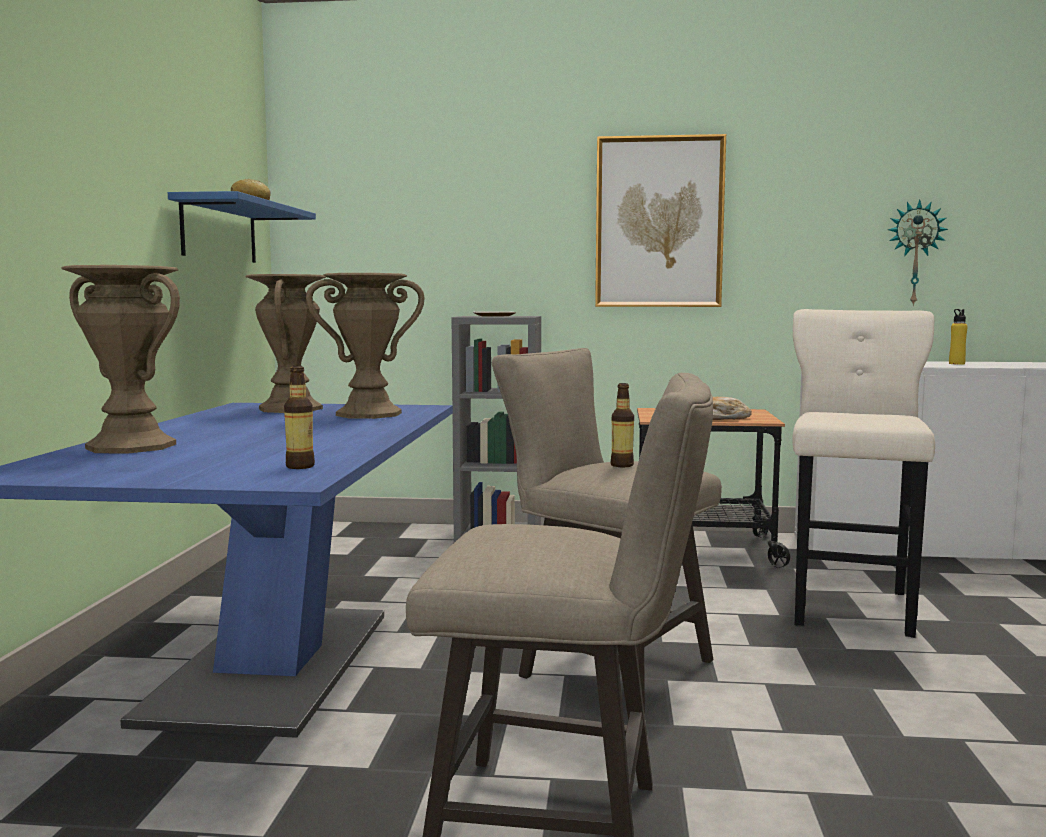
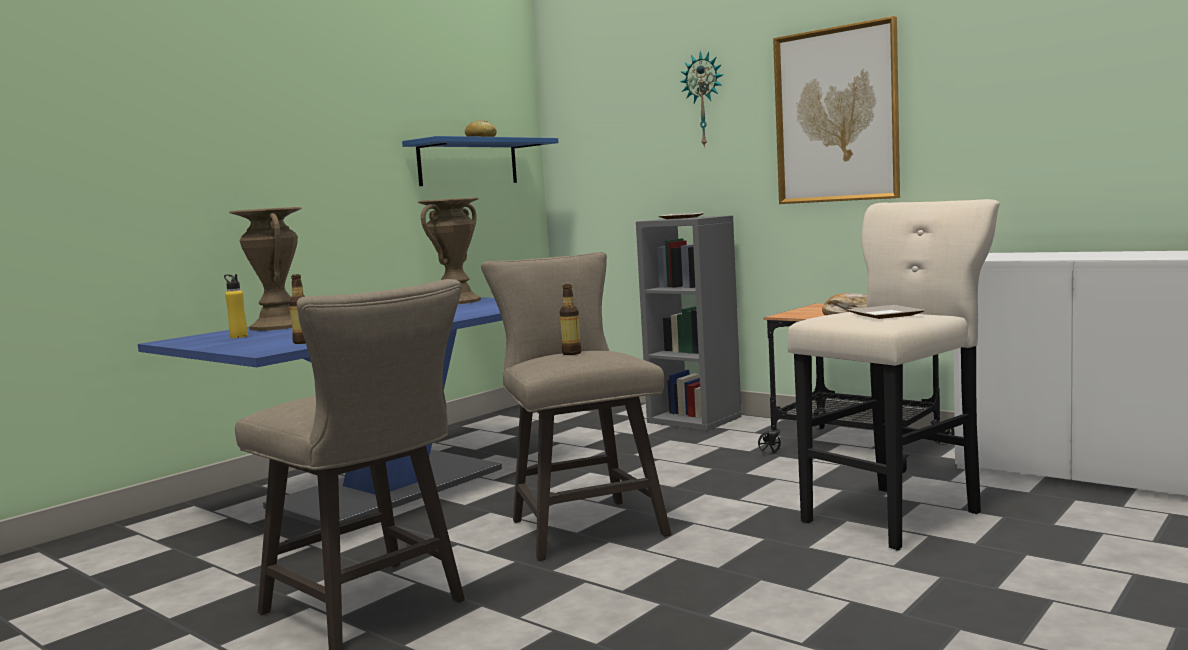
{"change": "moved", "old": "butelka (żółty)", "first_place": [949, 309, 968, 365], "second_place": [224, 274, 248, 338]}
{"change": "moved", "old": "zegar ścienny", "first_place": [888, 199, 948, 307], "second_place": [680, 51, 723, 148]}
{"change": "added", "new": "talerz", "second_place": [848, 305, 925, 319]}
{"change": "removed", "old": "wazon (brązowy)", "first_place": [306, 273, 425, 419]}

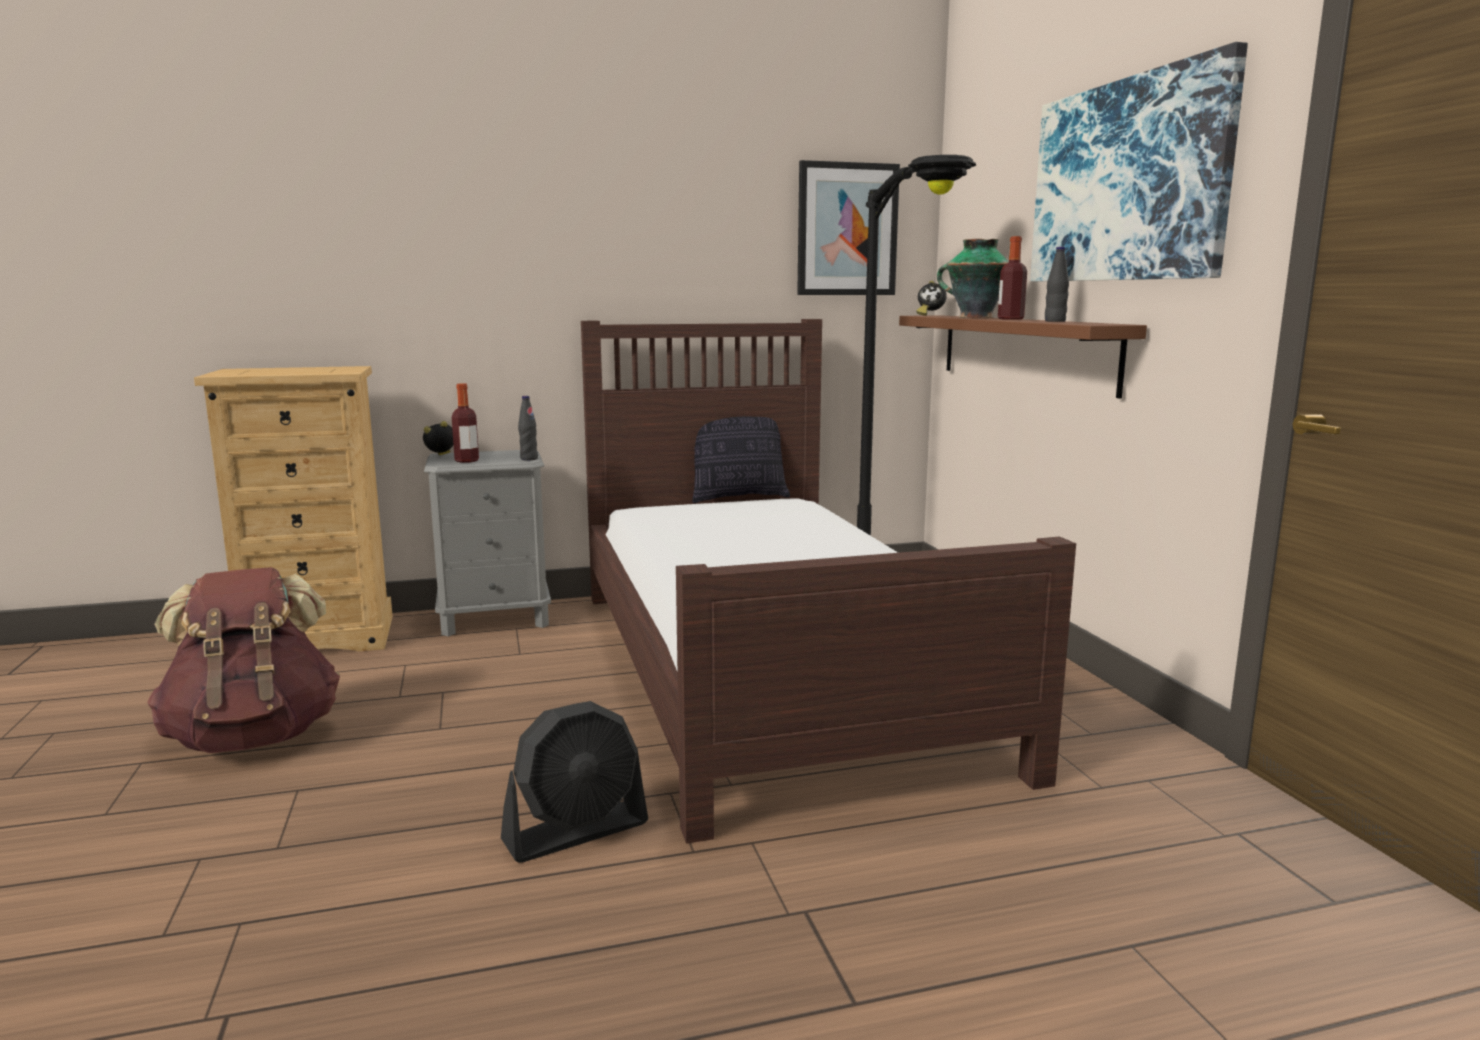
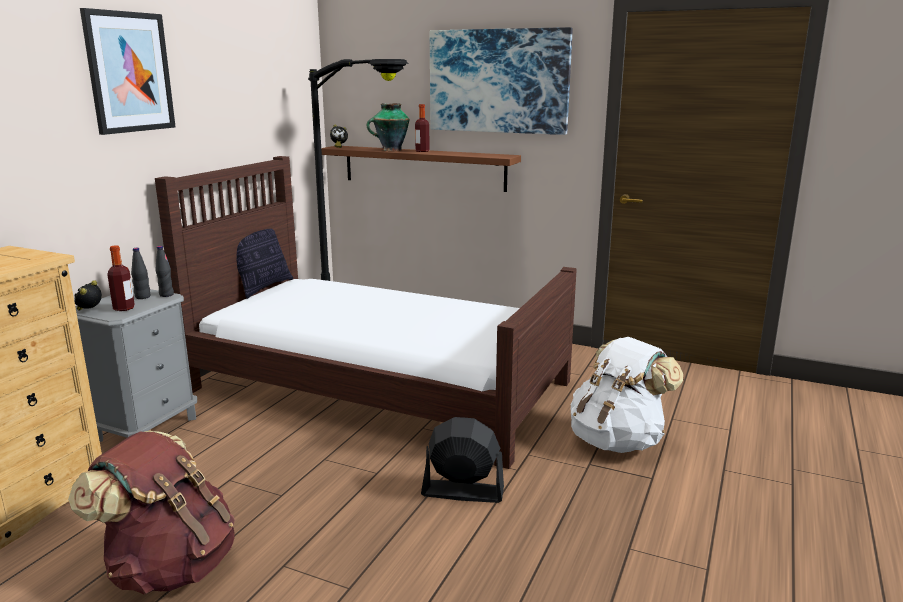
{"change": "moved", "old": "obraz", "first_place": [797, 160, 900, 295], "second_place": [80, 8, 176, 135]}
{"change": "moved", "old": "butelka (czarny)", "first_place": [1045, 247, 1069, 322], "second_place": [131, 248, 151, 299]}
{"change": "turned", "old": "wentylator (czarny)", "first_place": [501, 701, 648, 863], "second_place": [421, 417, 504, 503], "degrees": -90}
{"change": "added", "new": "plecak (biały)", "second_place": [571, 337, 683, 453]}

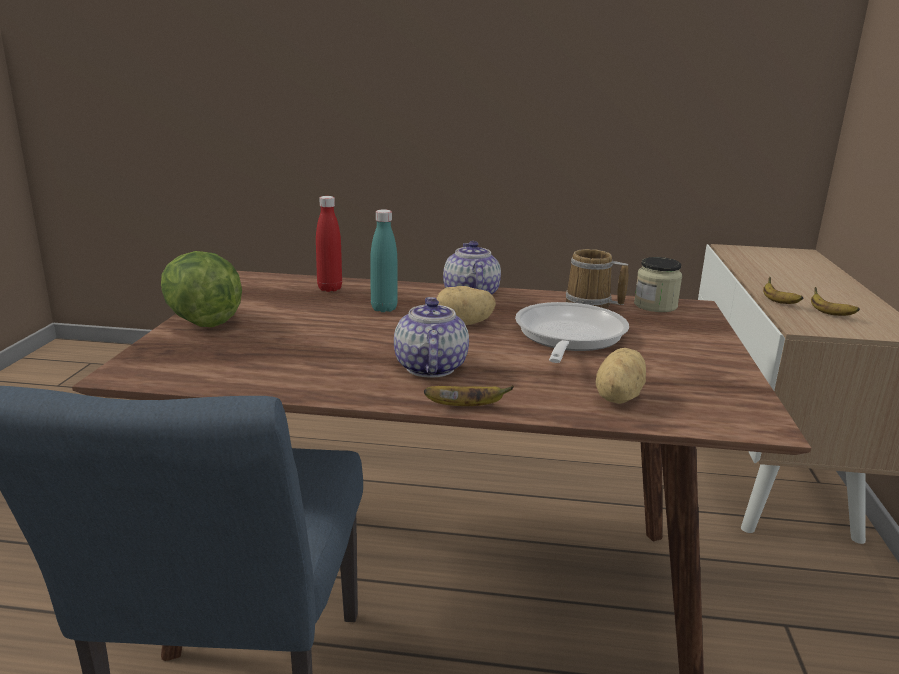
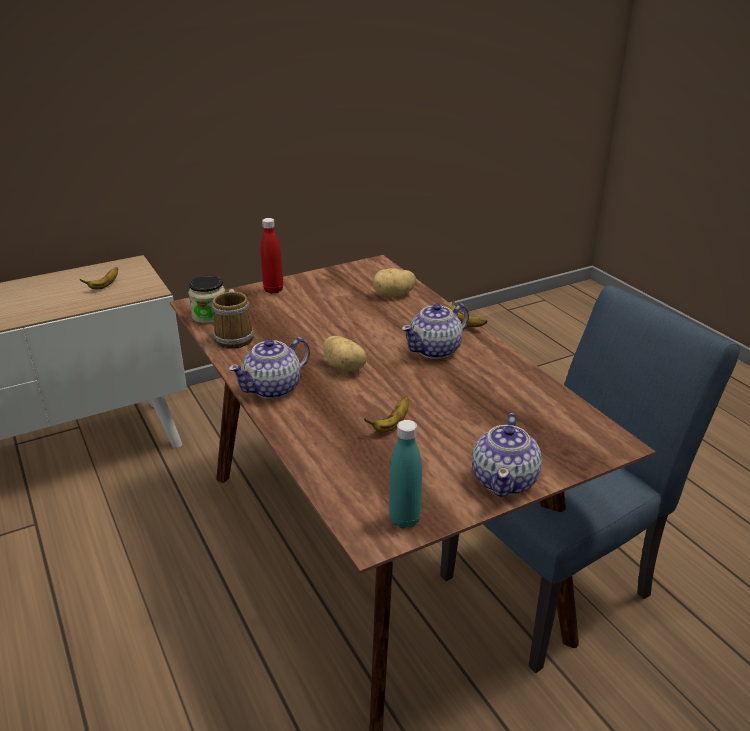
{"change": "moved", "old": "butelka (czerwony)", "first_place": [316, 196, 342, 292], "second_place": [261, 218, 283, 294]}
{"change": "moved", "old": "banan", "first_place": [763, 277, 803, 304], "second_place": [364, 396, 409, 432]}
{"change": "moved", "old": "butelka (turkusowy)", "first_place": [370, 209, 398, 312], "second_place": [389, 420, 422, 529]}
{"change": "replaced", "old": "sałata", "new": "imbryk", "first_place": [161, 251, 242, 327], "second_place": [472, 413, 542, 497]}
{"change": "removed", "old": "patelnia", "first_place": [515, 302, 629, 363]}

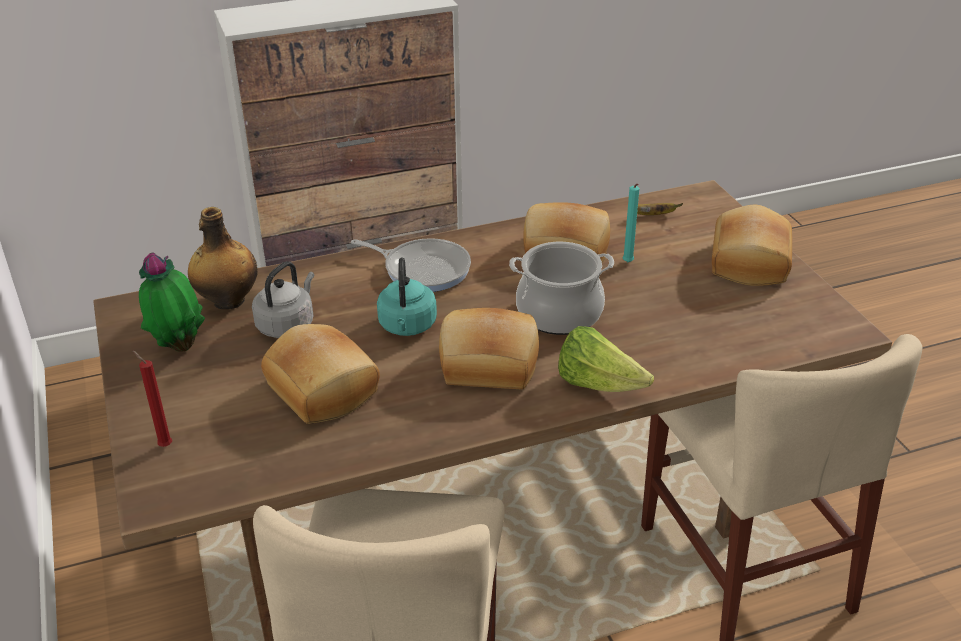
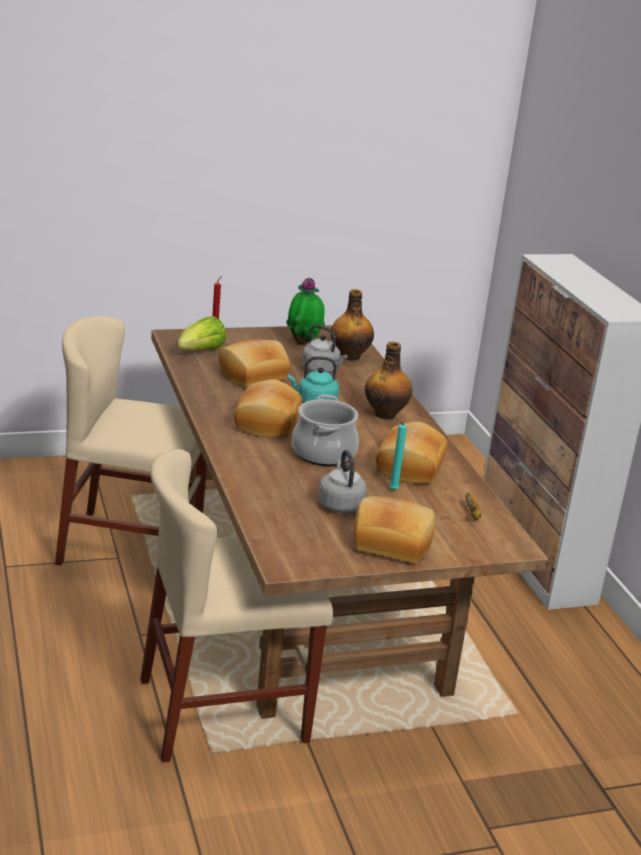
{"change": "moved", "old": "sałata", "first_place": [558, 326, 654, 392], "second_place": [178, 316, 226, 350]}
{"change": "added", "new": "czajnik (szary)", "second_place": [318, 450, 367, 513]}
{"change": "replaced", "old": "patelnia", "new": "butelka", "first_place": [351, 238, 471, 292], "second_place": [365, 341, 412, 420]}

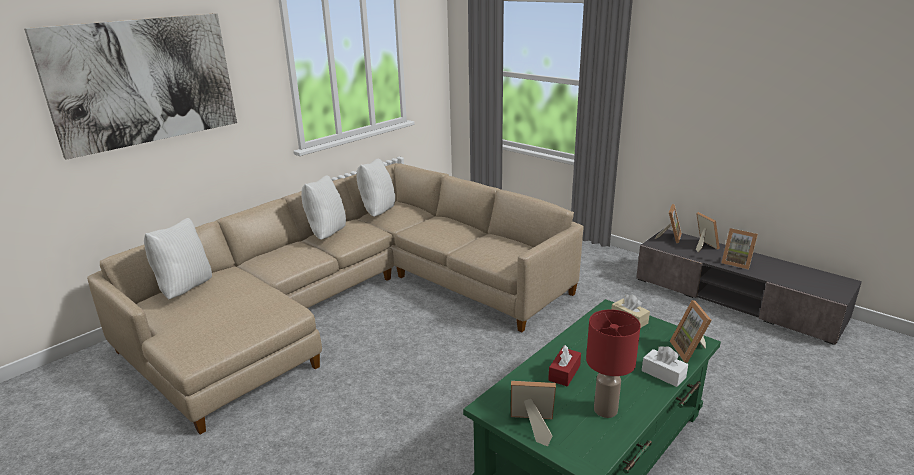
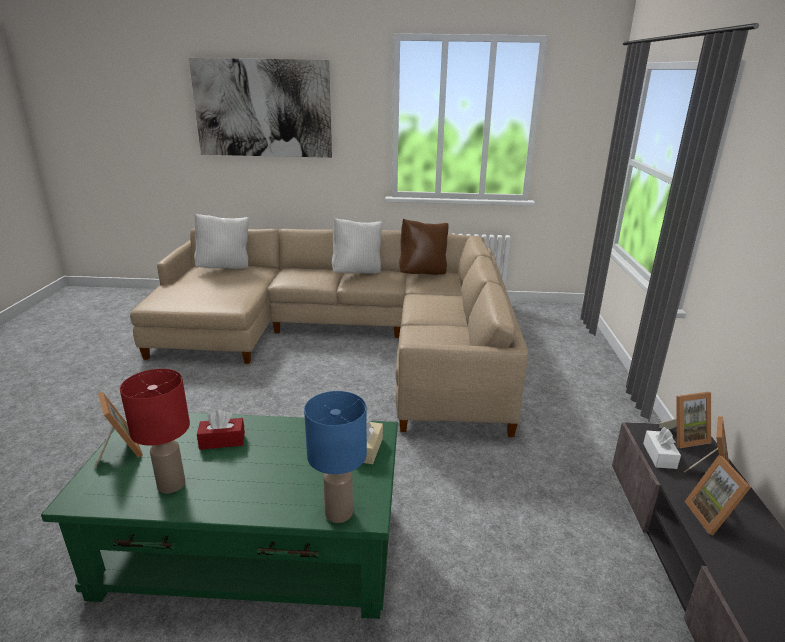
{"change": "replaced", "old": "ramka na zdjęcie", "new": "lampa stołowa (niebieski)", "first_place": [670, 300, 712, 363], "second_place": [304, 391, 367, 523]}
{"change": "recoloured", "old": "poduszka (biały)", "new": "poduszka (brązowy)", "first_place": [357, 159, 395, 217], "second_place": [399, 219, 449, 275]}
{"change": "moved", "old": "pudełko chusteczek (biały)", "first_place": [642, 346, 688, 387], "second_place": [643, 427, 681, 469]}

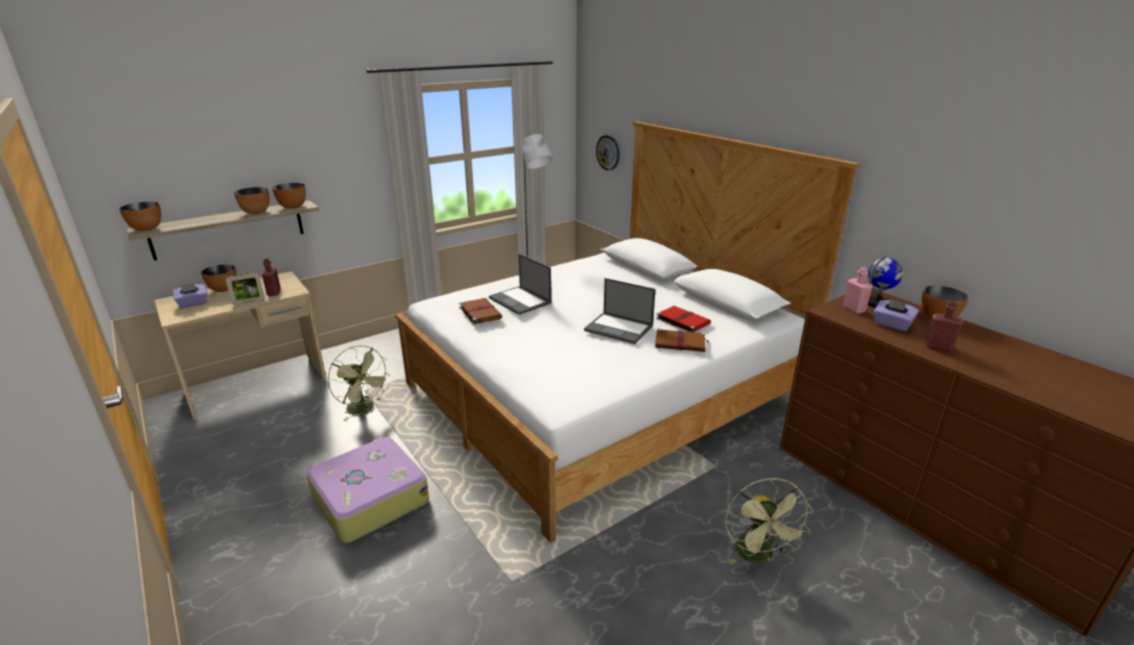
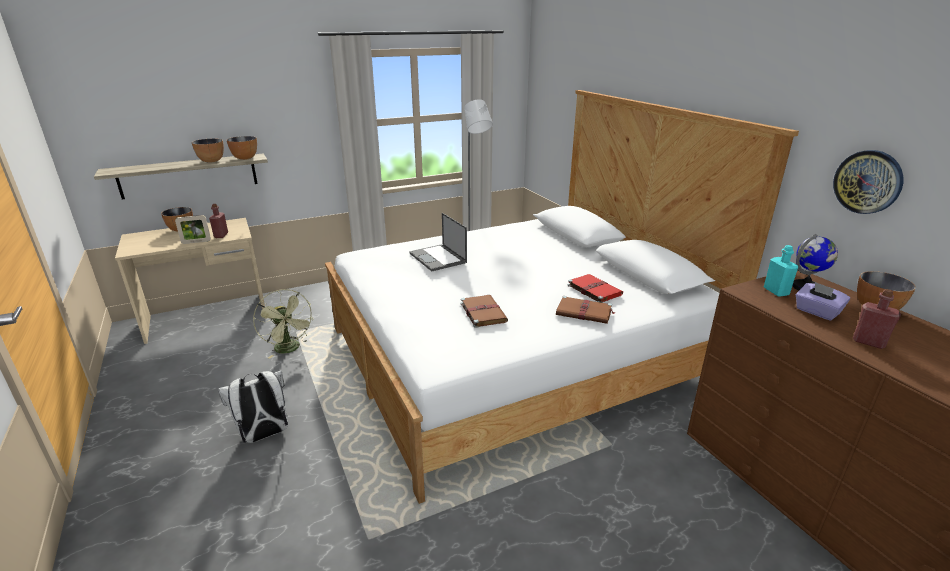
{"change": "replaced", "old": "walizka", "new": "plecak (biały)", "first_place": [306, 437, 429, 543], "second_place": [218, 370, 288, 443]}
{"change": "moved", "old": "książka (brązowy)", "first_place": [459, 298, 502, 325], "second_place": [460, 295, 508, 328]}
{"change": "recoloured", "old": "butelka (różowy)", "new": "butelka (turkusowy)", "first_place": [843, 267, 873, 314], "second_place": [764, 245, 798, 297]}
{"change": "moved", "old": "zegar ścienny", "first_place": [596, 135, 620, 170], "second_place": [833, 150, 903, 214]}
{"change": "removed", "old": "miska", "first_place": [119, 202, 161, 231]}
{"change": "removed", "old": "pudełko chusteczek (fioletowy)", "first_place": [172, 284, 207, 308]}
{"change": "removed", "old": "laptop", "first_place": [584, 278, 656, 344]}
{"change": "removed", "old": "wentylator (zielony)", "first_place": [725, 478, 814, 565]}

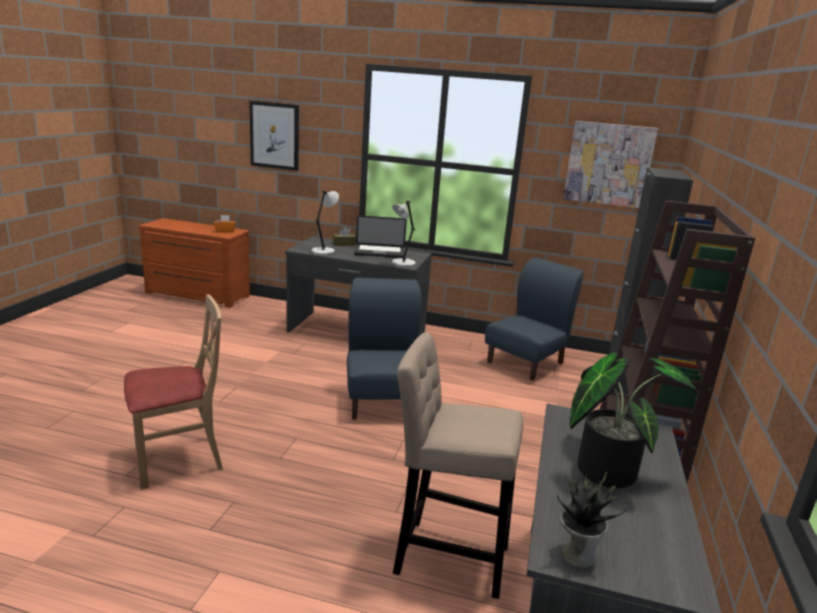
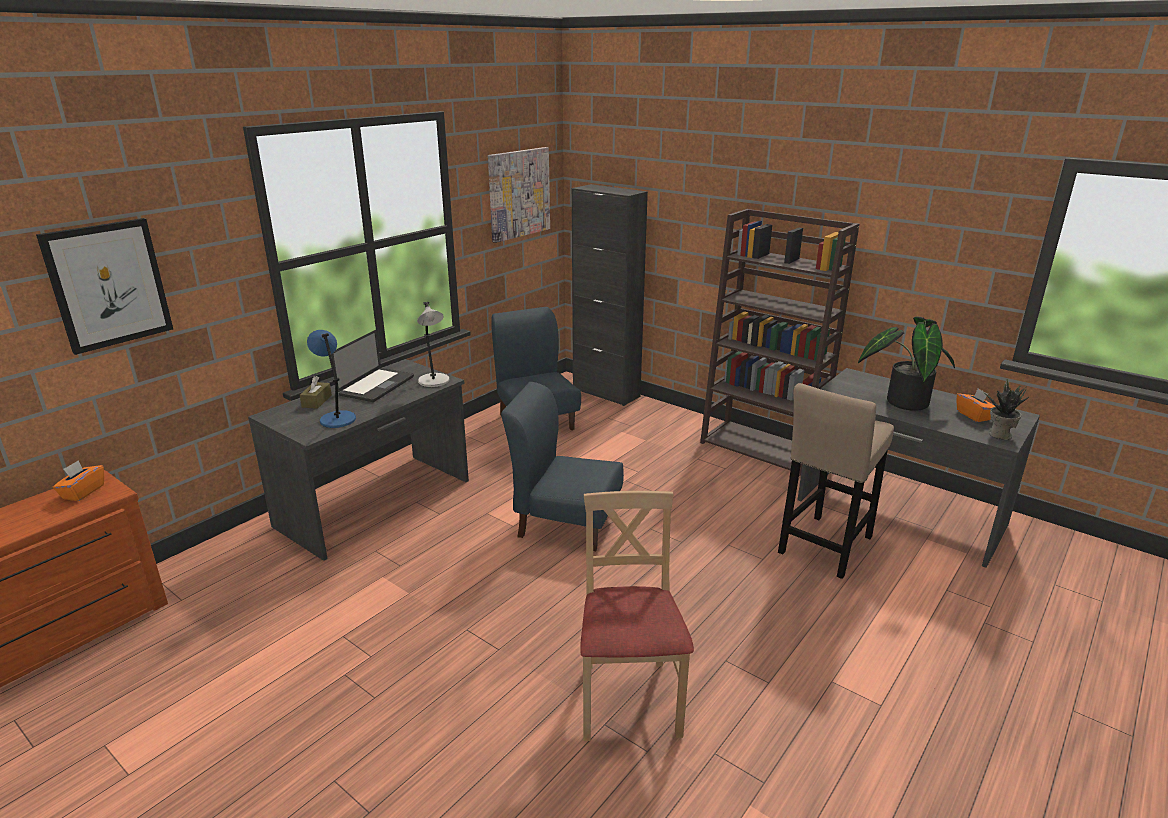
{"change": "recoloured", "old": "lampa stołowa (szary)", "new": "lampa stołowa (niebieski)", "first_place": [311, 191, 339, 255], "second_place": [307, 330, 356, 428]}
{"change": "added", "new": "pudełko chusteczek (pomarańczowy)", "second_place": [957, 388, 995, 422]}

